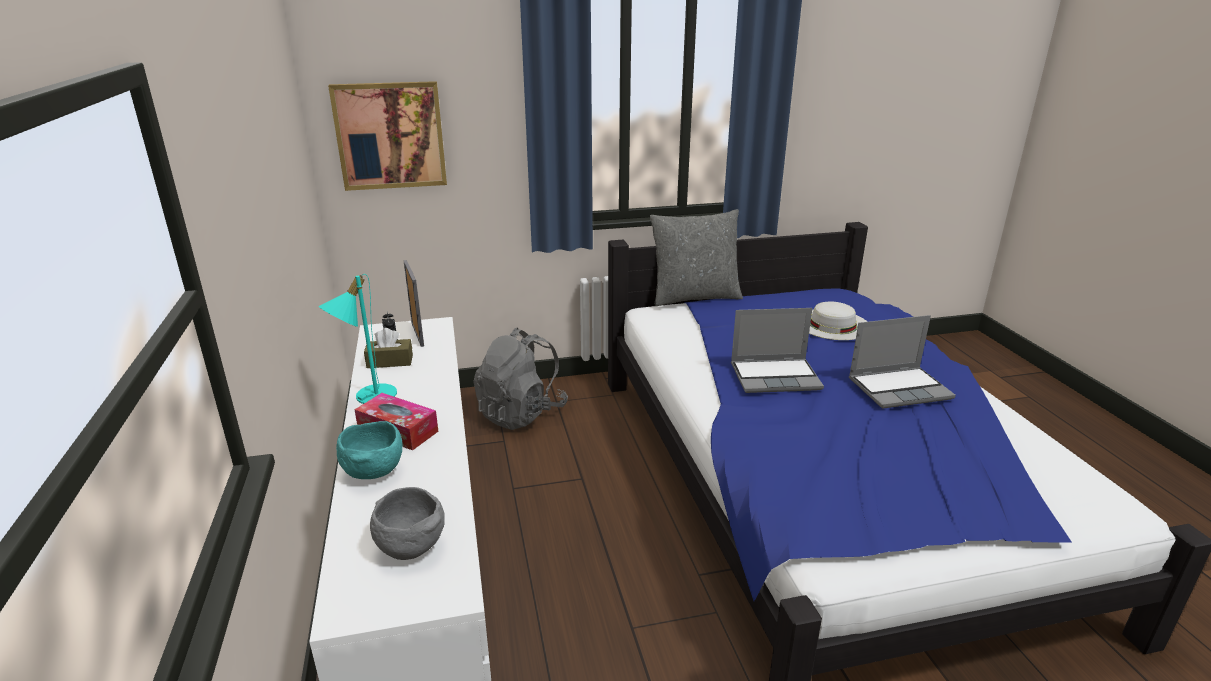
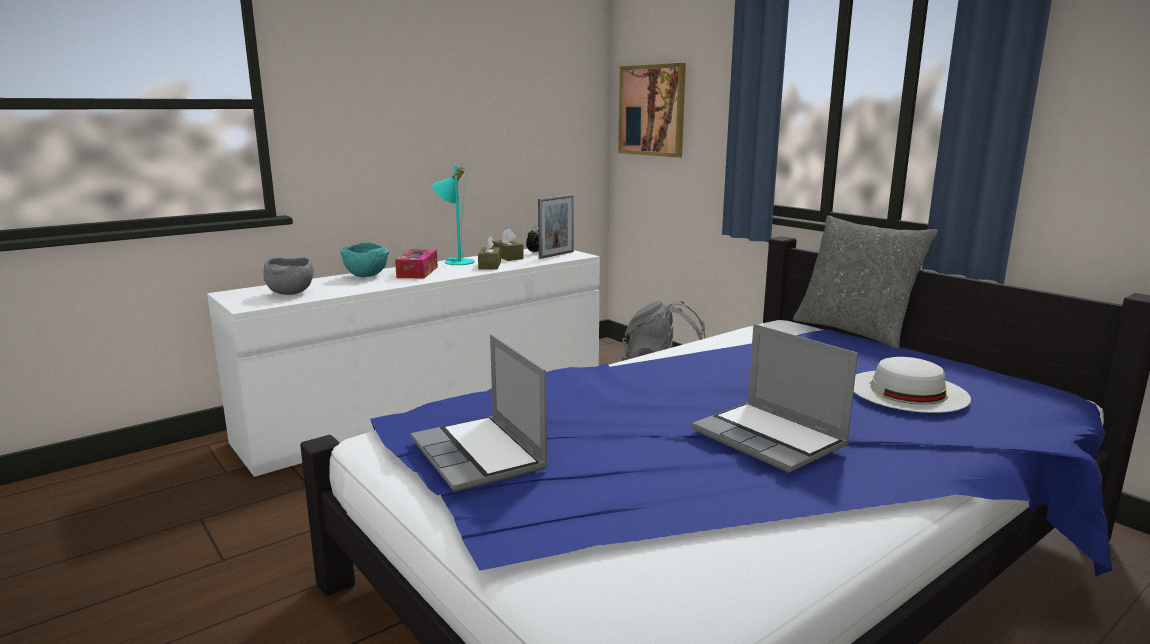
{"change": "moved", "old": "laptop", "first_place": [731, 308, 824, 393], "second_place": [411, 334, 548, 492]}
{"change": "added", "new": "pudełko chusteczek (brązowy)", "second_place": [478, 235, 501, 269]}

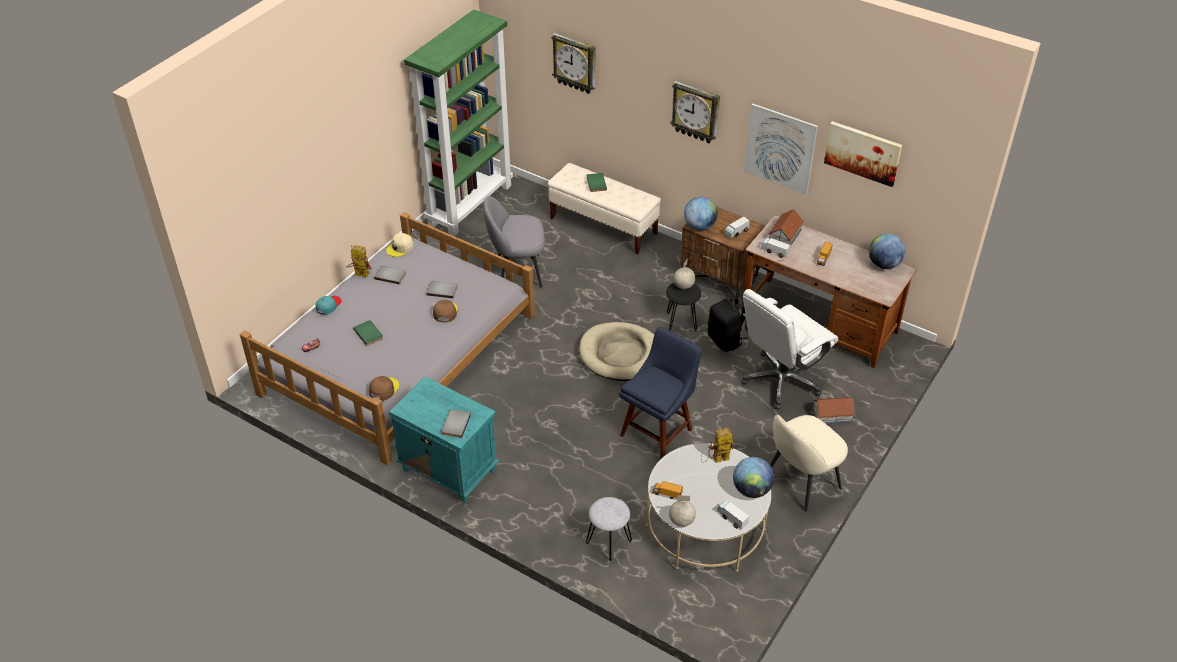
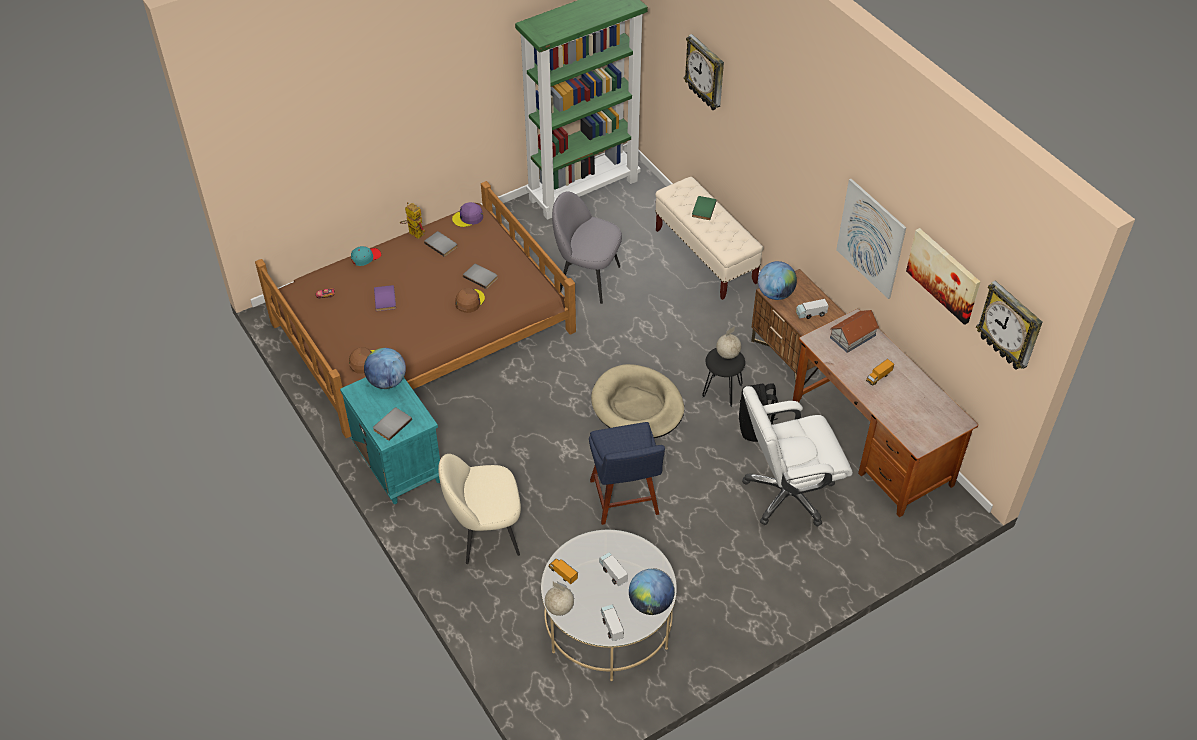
{"change": "recoloured", "old": "łóżko (szary)", "new": "łóżko (brązowy)", "first_place": [240, 212, 535, 465], "second_place": [255, 181, 576, 438]}
{"change": "moved", "old": "globus", "first_place": [869, 234, 905, 269], "second_place": [364, 348, 406, 389]}
{"change": "recoloured", "old": "książka (zielony)", "new": "książka (fioletowy)", "first_place": [353, 320, 383, 346], "second_place": [374, 285, 396, 311]}
{"change": "moved", "old": "krzesło (beżowy)", "first_place": [770, 415, 848, 512], "second_place": [438, 454, 521, 564]}
{"change": "recoloured", "old": "czapka z daszkiem (beżowy)", "new": "czapka z daszkiem (fioletowy)", "first_place": [386, 233, 414, 257], "second_place": [452, 202, 483, 227]}
{"change": "turned", "old": "krzesło (niebieski)", "first_place": [619, 327, 702, 458], "second_place": [589, 422, 665, 525], "degrees": 105}
{"change": "moved", "old": "ciężarówka zabawkowa", "first_place": [761, 238, 790, 258], "second_place": [599, 552, 628, 586]}
{"change": "moved", "old": "zegar ścienny", "first_place": [670, 81, 720, 143], "second_place": [976, 281, 1042, 370]}
{"change": "removed", "old": "stołek (szary)", "first_place": [586, 497, 632, 561]}
{"change": "removed", "old": "robot zabawkowy", "first_place": [708, 428, 733, 463]}
{"change": "removed", "old": "domek", "first_place": [813, 397, 855, 424]}

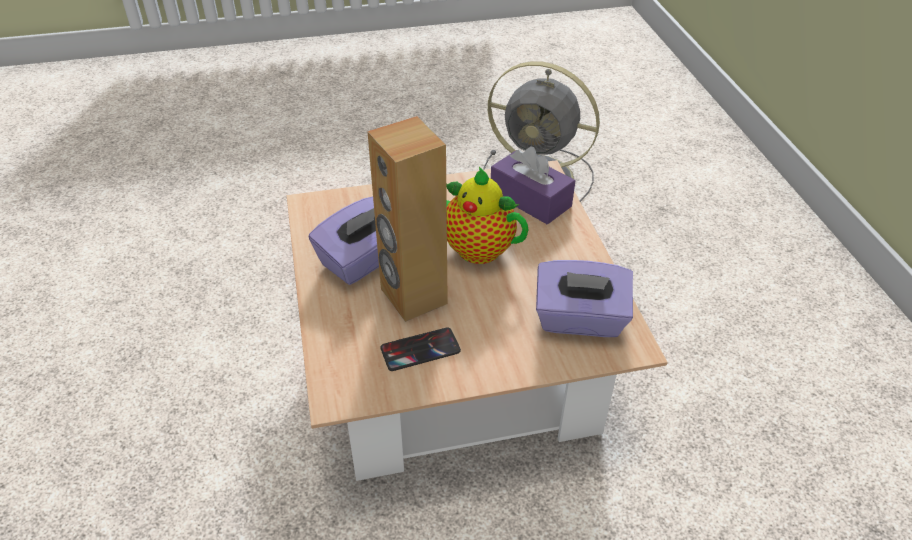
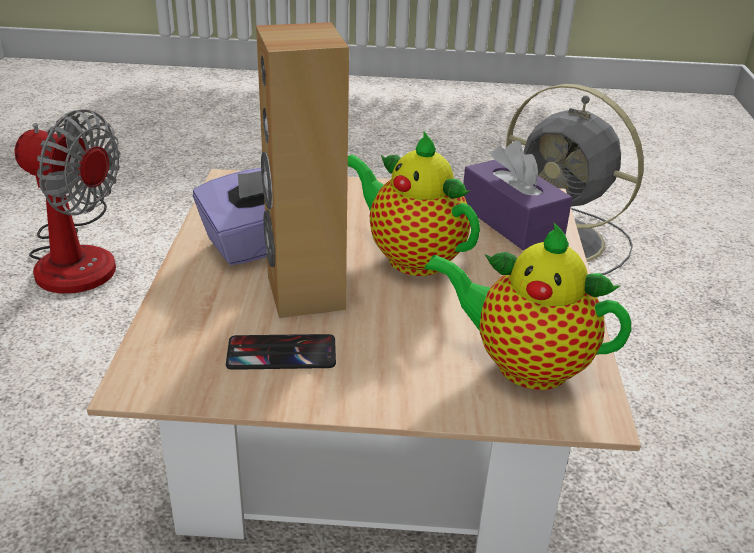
{"change": "added", "new": "wentylator", "second_place": [15, 109, 121, 294]}
{"change": "replaced", "old": "pudełko chusteczek (fioletowy)", "new": "imbryk", "first_place": [536, 260, 633, 337], "second_place": [424, 223, 631, 390]}

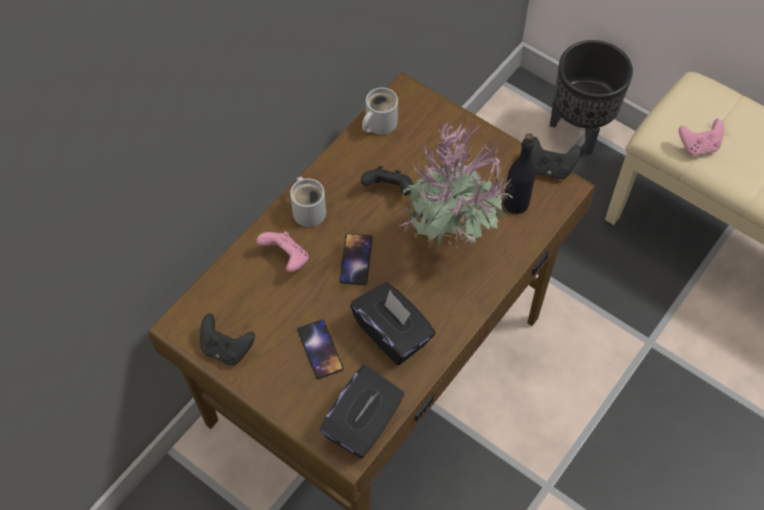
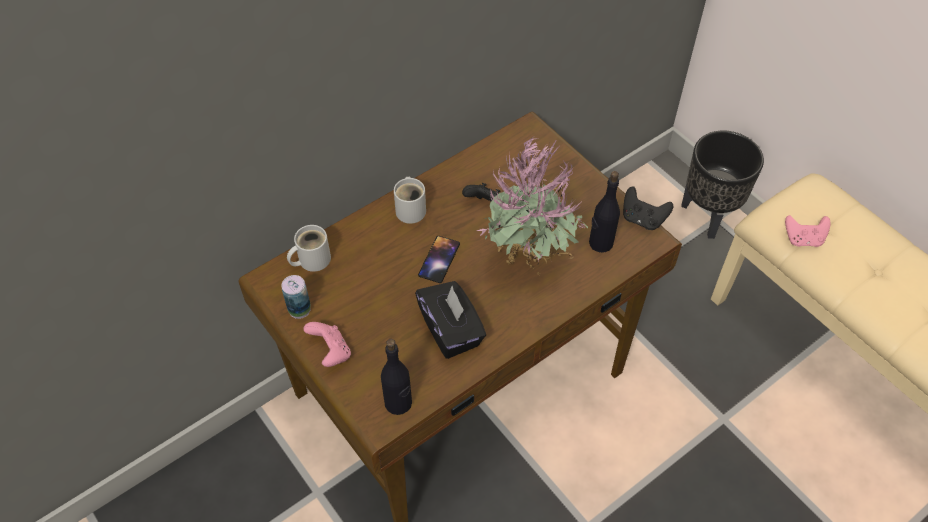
{"change": "replaced", "old": "pad do gier (czarny)", "new": "puszka", "first_place": [200, 314, 255, 365], "second_place": [281, 275, 311, 319]}
{"change": "moved", "old": "kubek (biały)", "first_place": [362, 88, 398, 135], "second_place": [287, 225, 331, 272]}
{"change": "moved", "old": "pad do gier (różowy)", "first_place": [256, 231, 309, 272], "second_place": [303, 322, 351, 367]}
{"change": "replaced", "old": "pudełko chusteczek (czarny)", "new": "butelka (czarny)", "first_place": [320, 365, 404, 458], "second_place": [381, 339, 412, 415]}
{"change": "removed", "old": "telefon", "first_place": [297, 320, 344, 379]}

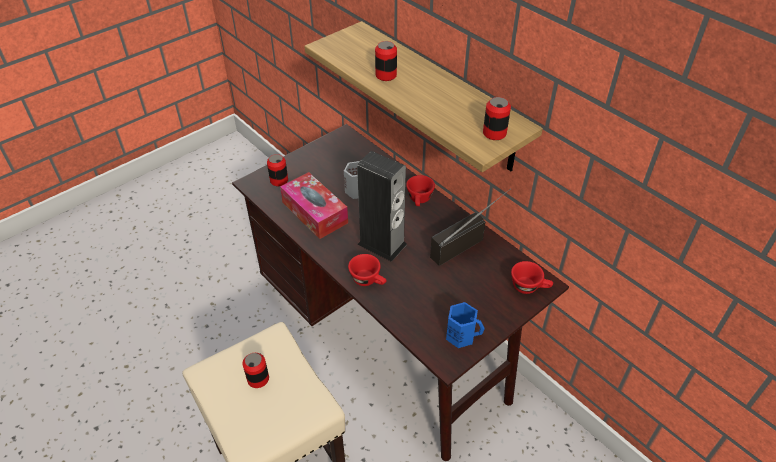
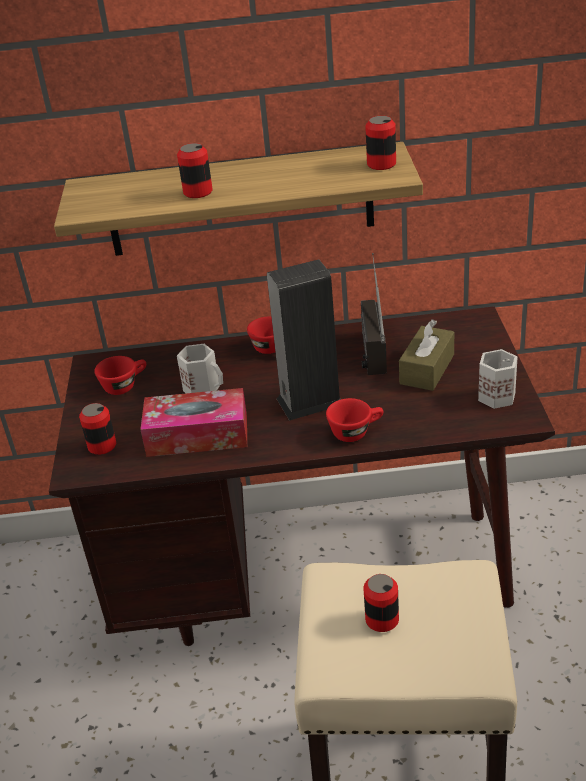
{"change": "moved", "old": "filiżanka (czerwony)", "first_place": [511, 261, 553, 294], "second_place": [94, 356, 146, 395]}
{"change": "added", "new": "pudełko chusteczek (brązowy)", "second_place": [399, 319, 454, 391]}
{"change": "recoloured", "old": "kubek (niebieski)", "new": "kubek (biały)", "first_place": [446, 302, 485, 348], "second_place": [478, 349, 518, 409]}

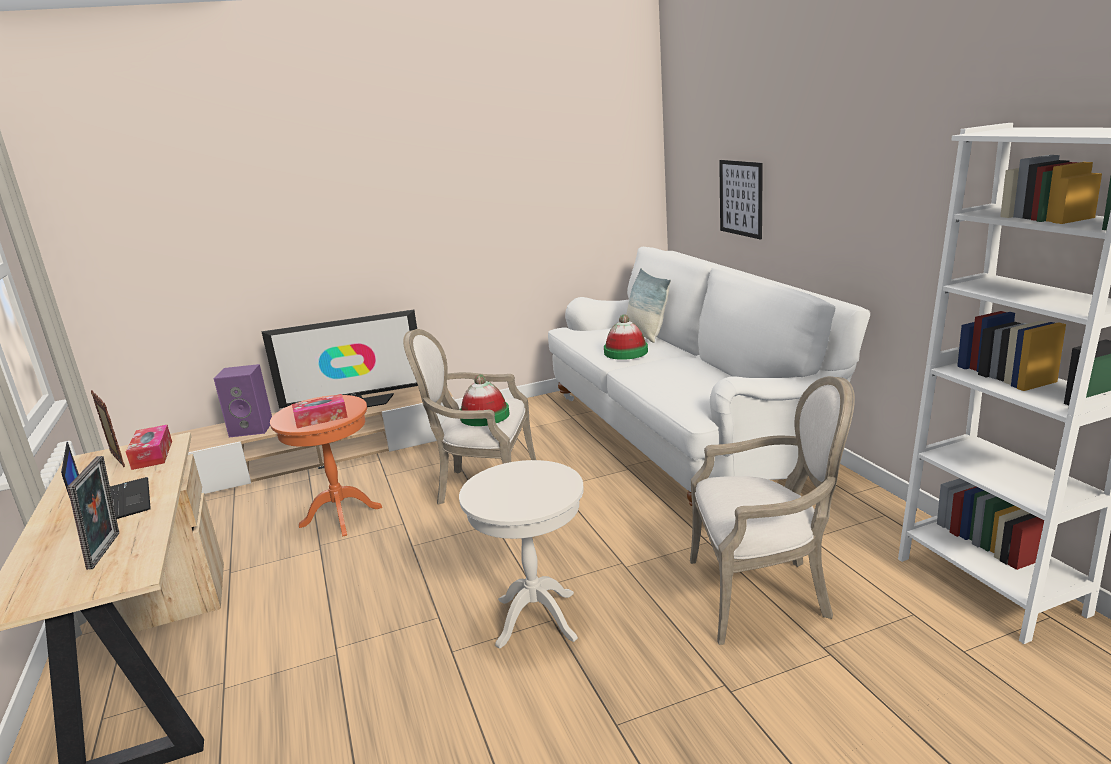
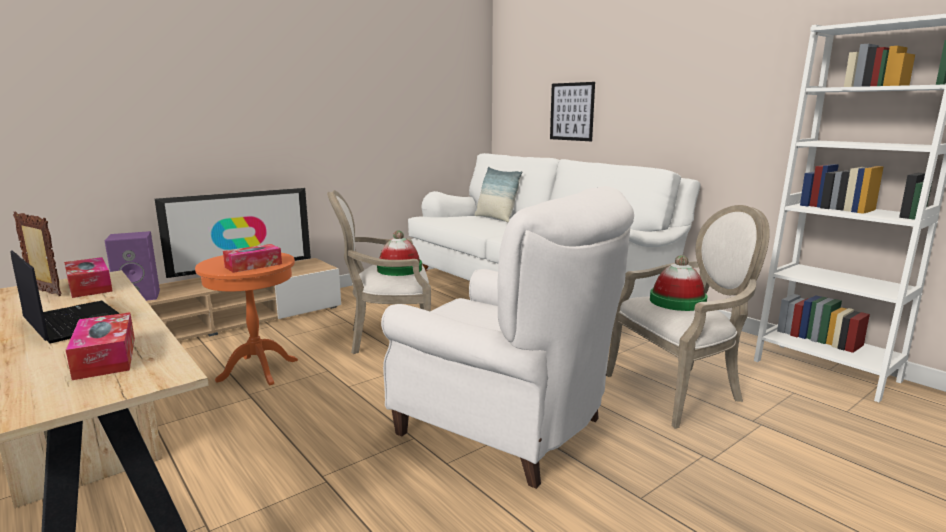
{"change": "replaced", "old": "ramka na zdjęcie", "new": "pudełko chusteczek", "first_place": [67, 456, 119, 570], "second_place": [66, 312, 135, 380]}
{"change": "replaced", "old": "stolik (biały)", "new": "fotel (biały)", "first_place": [459, 460, 584, 649], "second_place": [381, 186, 634, 489]}
{"change": "moved", "old": "kapelusz", "first_place": [604, 314, 648, 360], "second_place": [650, 255, 707, 311]}

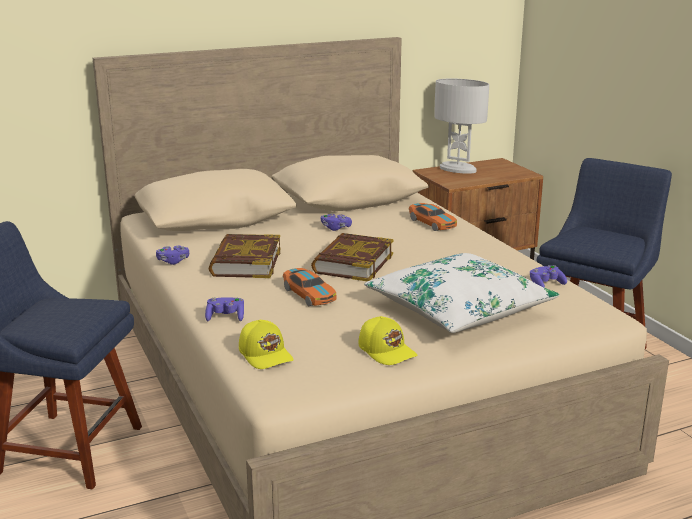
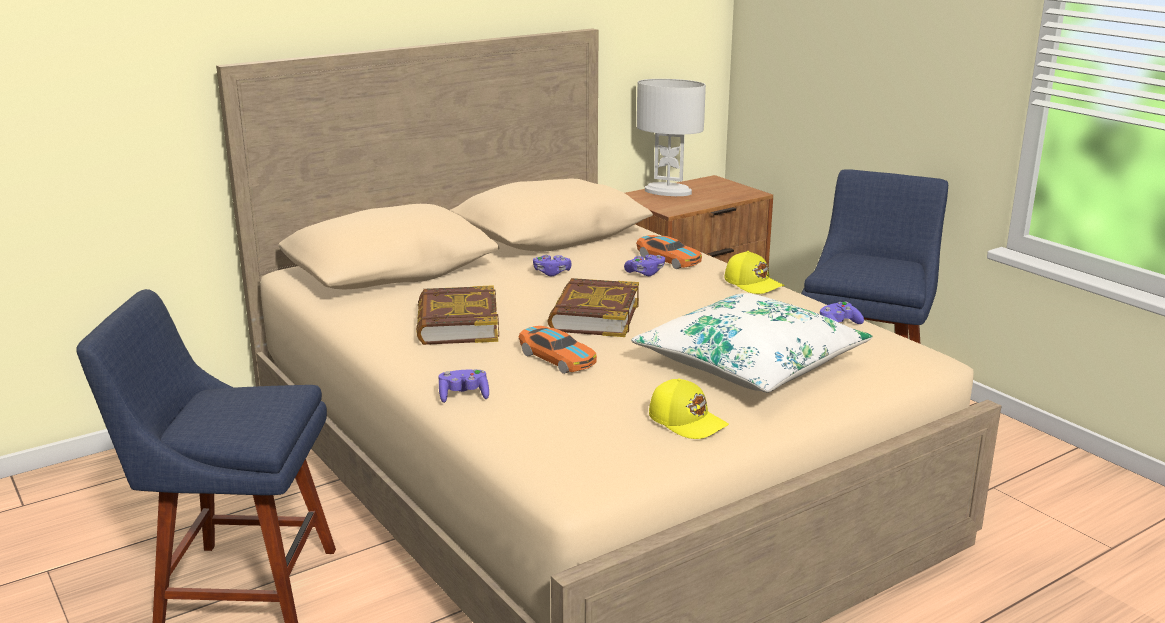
{"change": "moved", "old": "pad do gier (fioletowy)", "first_place": [156, 246, 189, 265], "second_place": [624, 255, 665, 276]}
{"change": "moved", "old": "czapka z daszkiem (żółty)", "first_place": [239, 320, 294, 369], "second_place": [724, 251, 785, 294]}

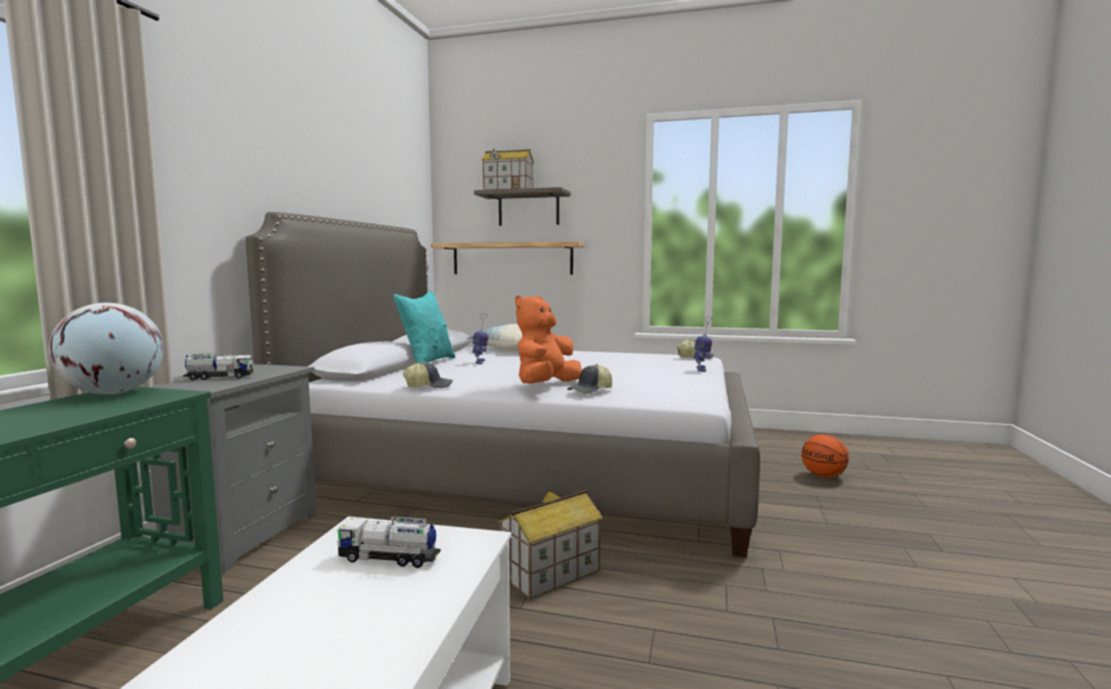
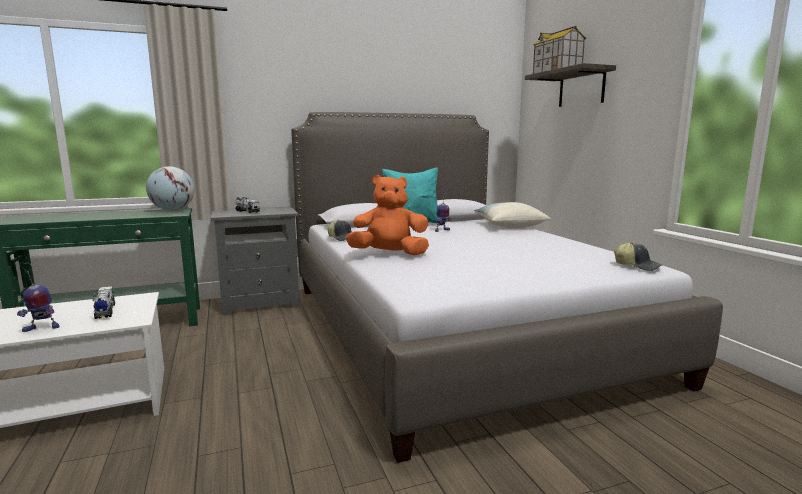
{"change": "moved", "old": "robot zabawkowy", "first_place": [694, 316, 712, 372], "second_place": [17, 262, 60, 332]}
{"change": "removed", "old": "półka", "first_place": [431, 242, 585, 275]}
{"change": "removed", "old": "domek", "first_place": [498, 489, 603, 600]}
{"change": "removed", "old": "czapka z daszkiem", "first_place": [567, 364, 612, 394]}
{"change": "removed", "old": "piłka do koszykówki", "first_place": [801, 434, 849, 478]}

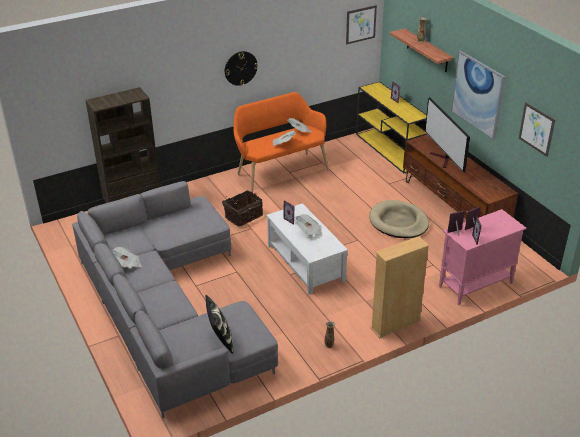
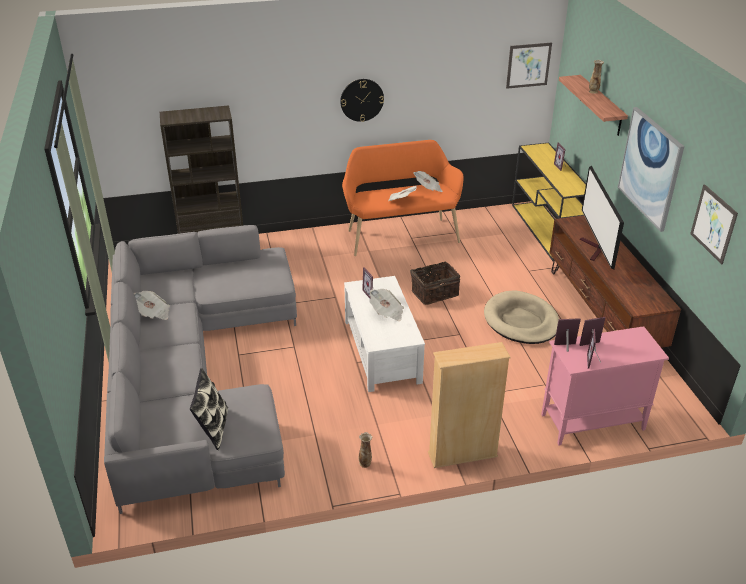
{"change": "moved", "old": "koszyk", "first_place": [222, 190, 263, 227], "second_place": [410, 261, 460, 305]}

